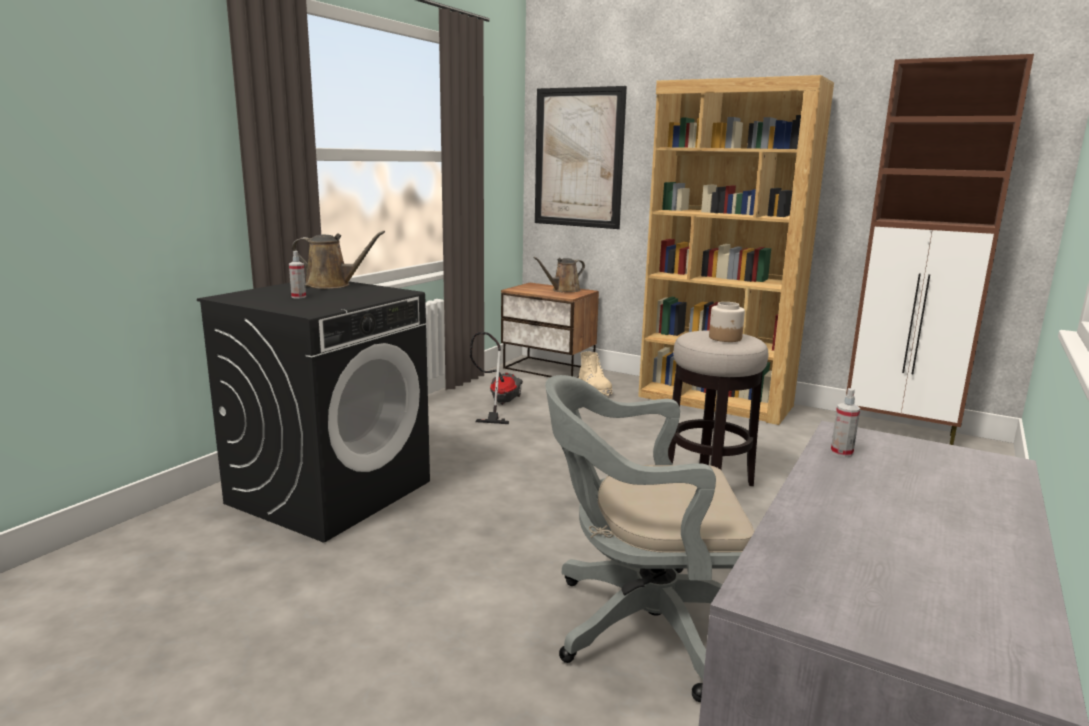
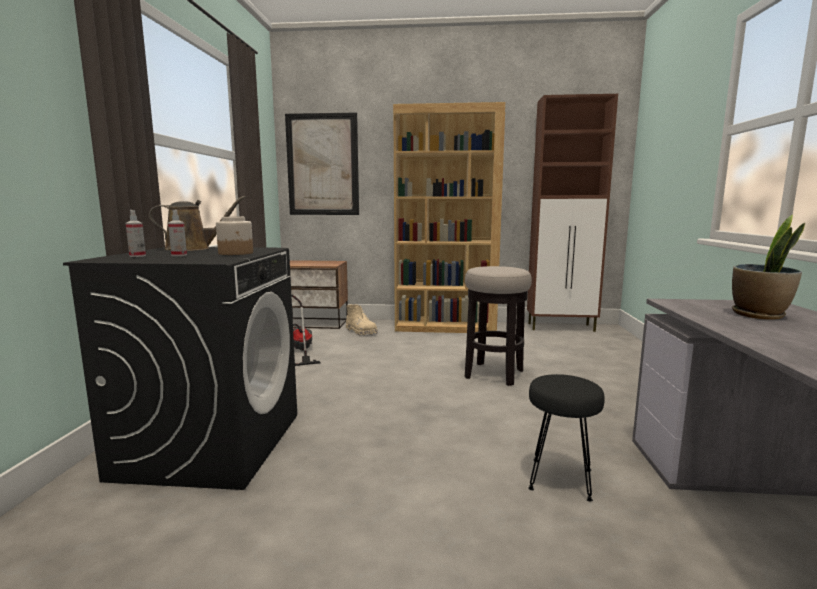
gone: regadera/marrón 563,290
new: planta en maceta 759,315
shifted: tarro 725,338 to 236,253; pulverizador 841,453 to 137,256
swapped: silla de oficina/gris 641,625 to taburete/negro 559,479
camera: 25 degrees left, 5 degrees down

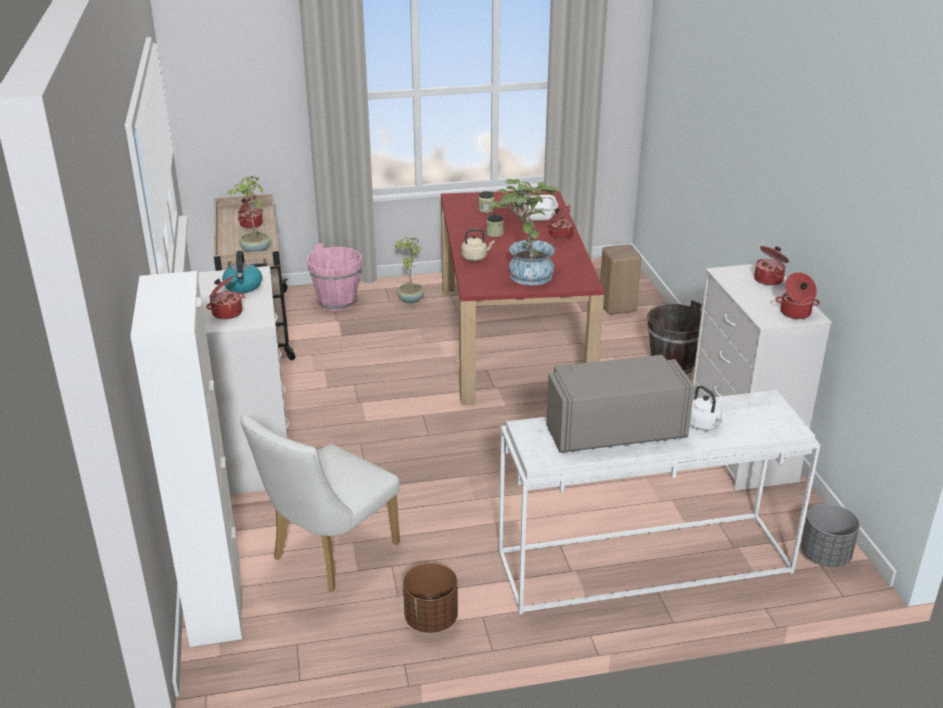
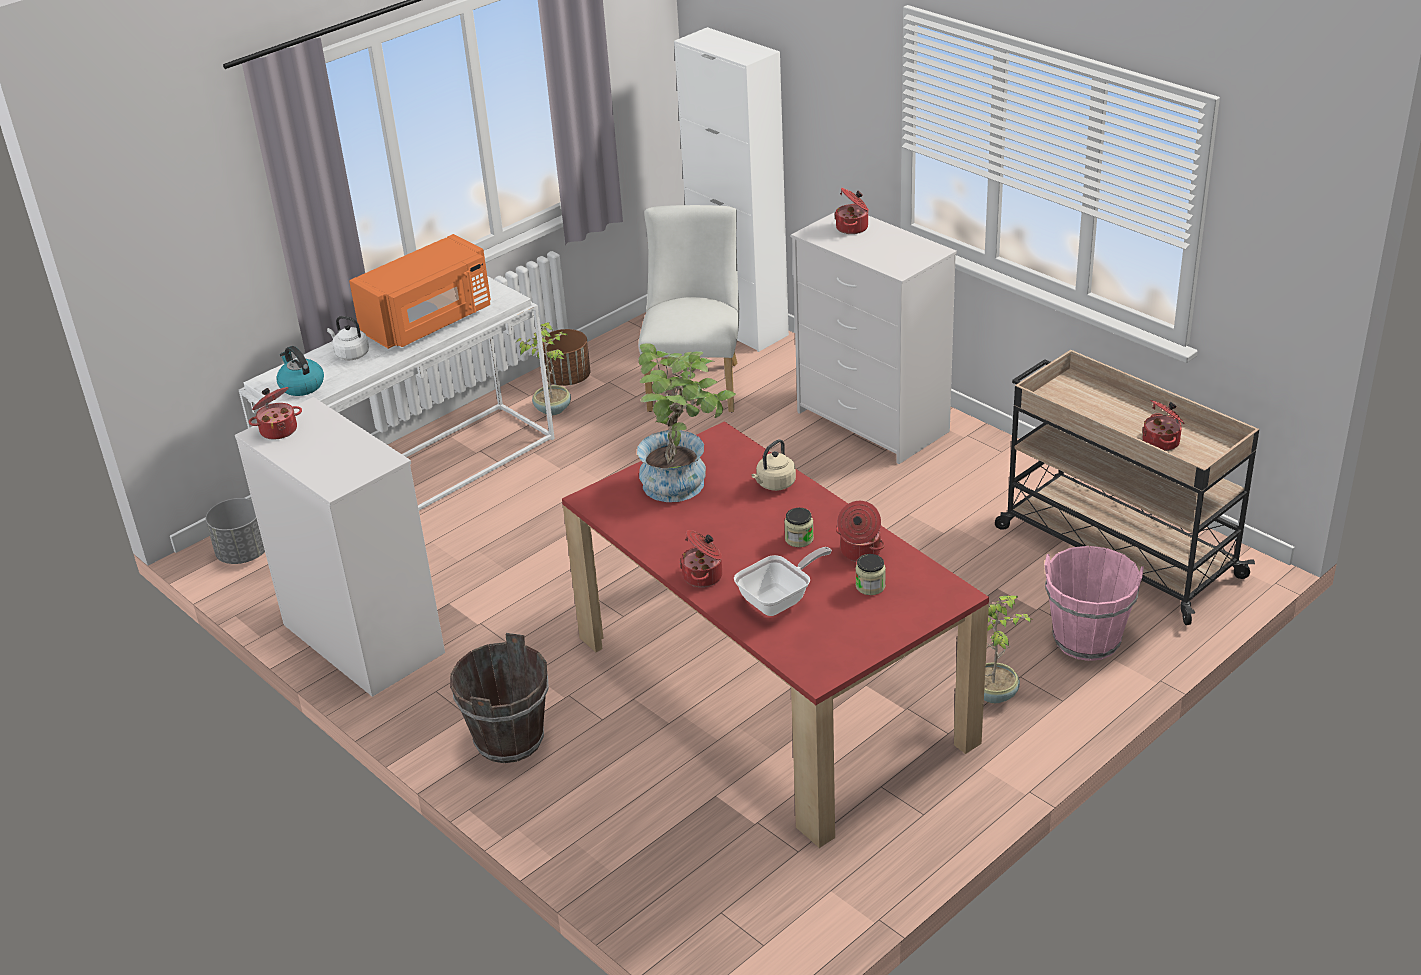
gone: taburete/beis 618,307
shifted: hervidor 243,286 to 301,386; planta en maceta 255,250 to 553,408; olla 769,279 to 859,552
repainted: microondas/gris 613,431 to microondas/naranja 430,322
camera: 150 degrees right, 5 degrees up

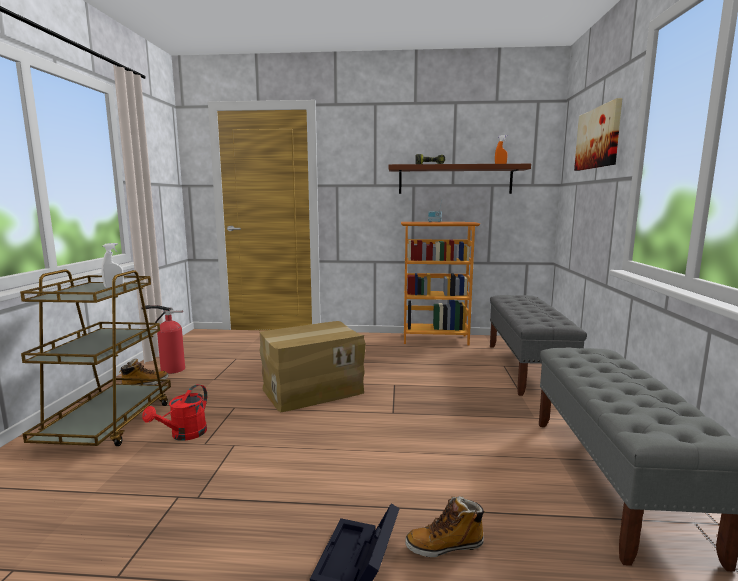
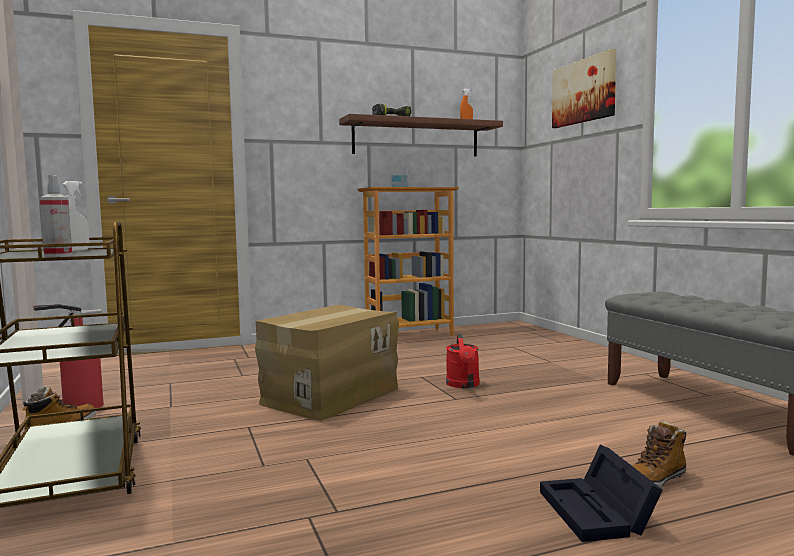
gone: banco/gris 527,368
new: pulverizador 58,255
shifted: regadera/rojo 184,435 to 463,385
camera: 25 degrees left, 5 degrees down

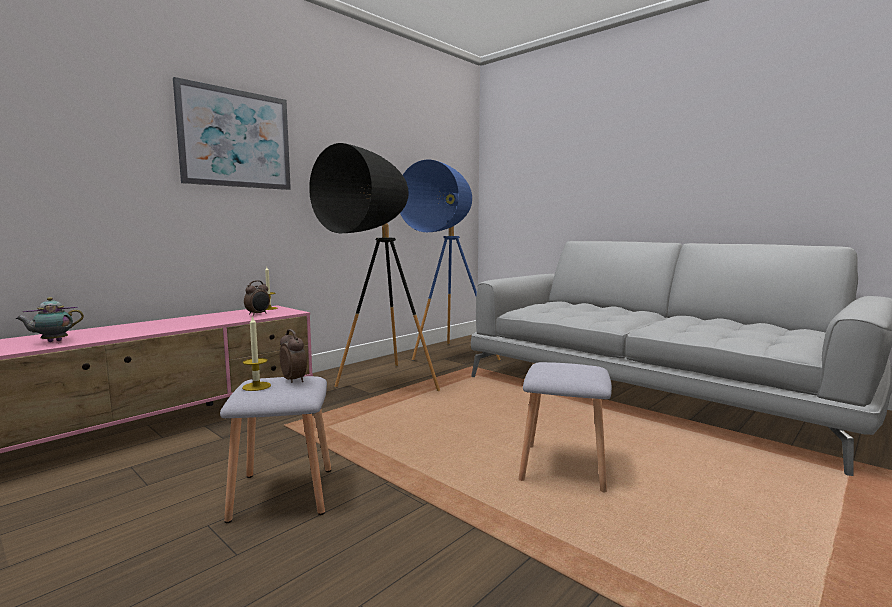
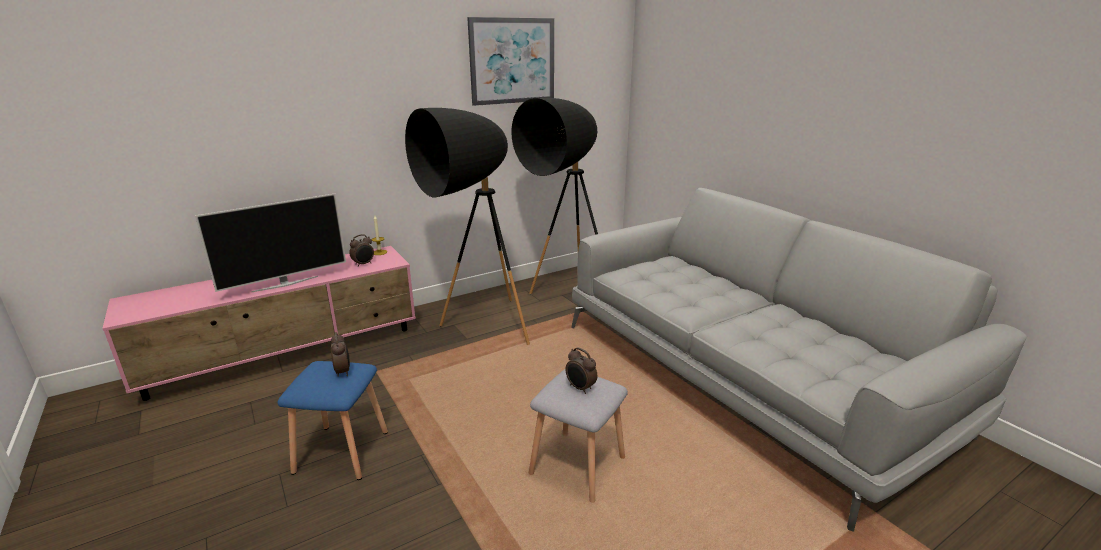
gone: tetera 52,341; vela 256,386
new: televisor 285,283; despertador 580,388
shifted: cuadro 236,139 to 512,61
repainted: taburete/gris 282,492 to taburete/azul 341,450; lámpara de pie/azul 444,358 to lámpara de pie/negro 563,294
camera: 15 degrees right, 15 degrees up

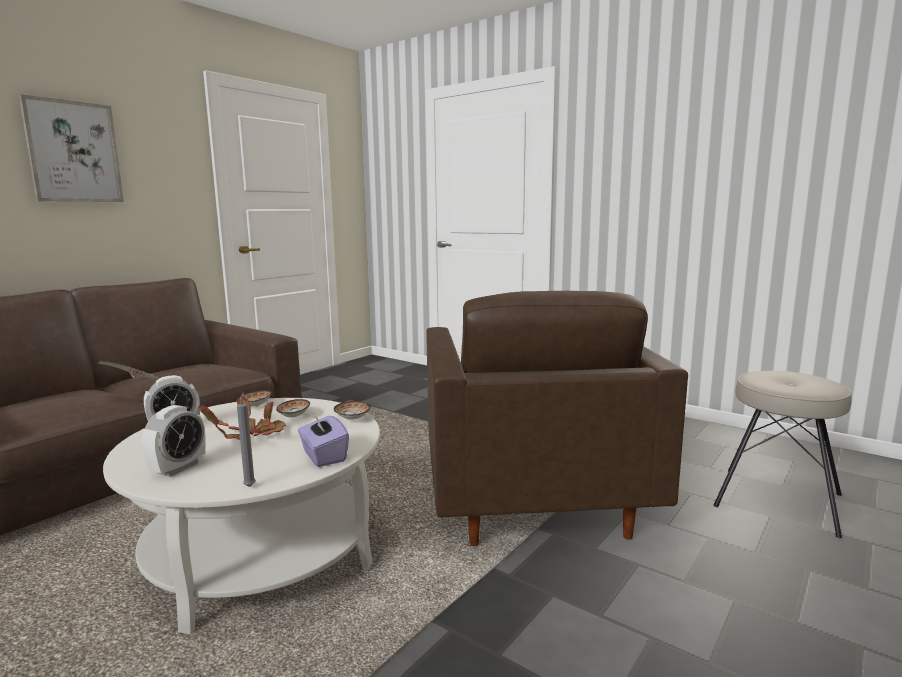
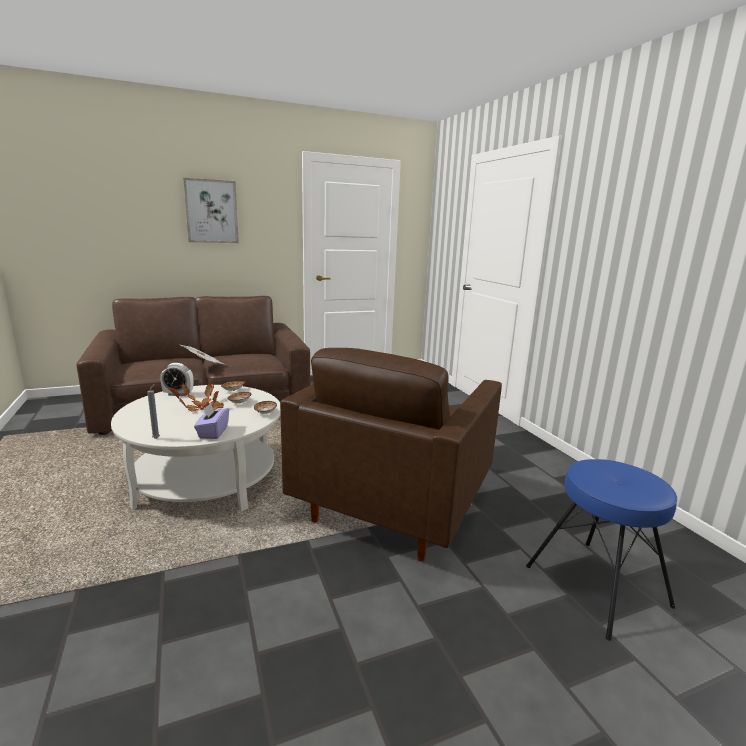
gone: despertador 178,468
repainted: taburete/beis 778,499 to taburete/azul 597,585
camera: 30 degrees right, 5 degrees up

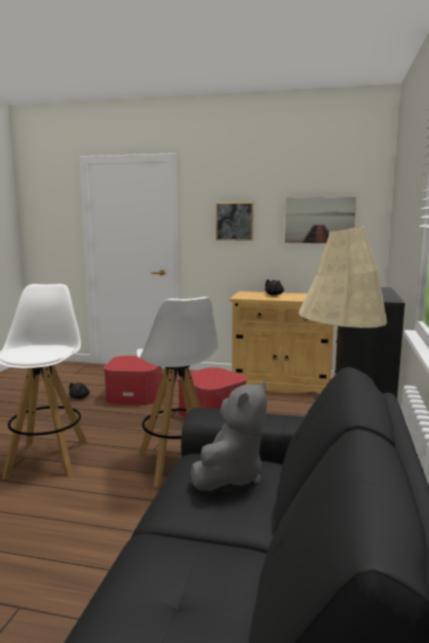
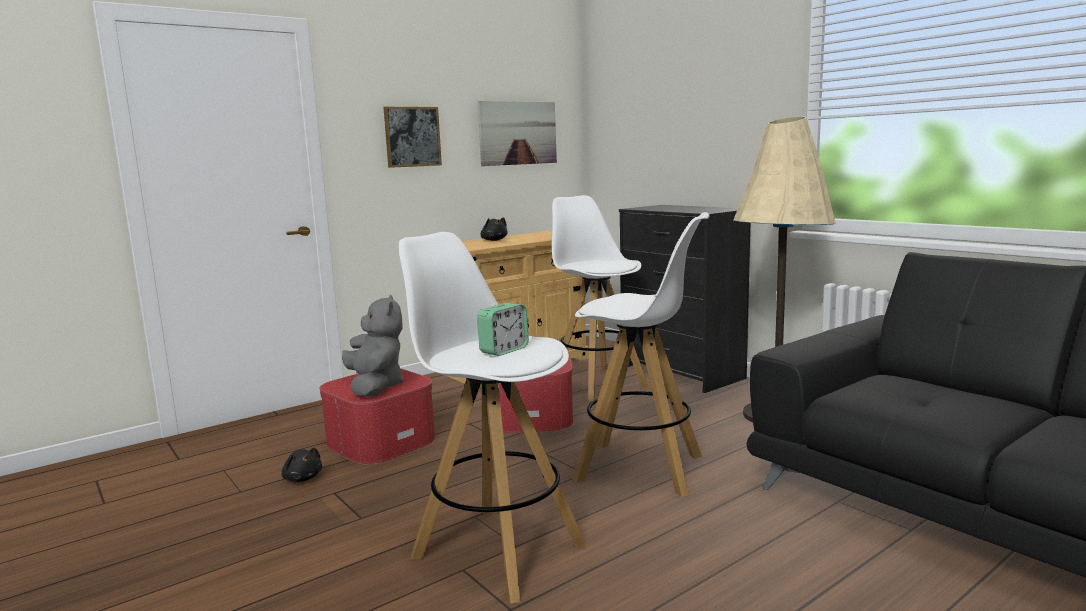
new: despertador 504,350; taburete/blanco 597,383
shifted: peluche/gris 230,476 to 375,387
camera: 50 degrees left, 0 degrees up

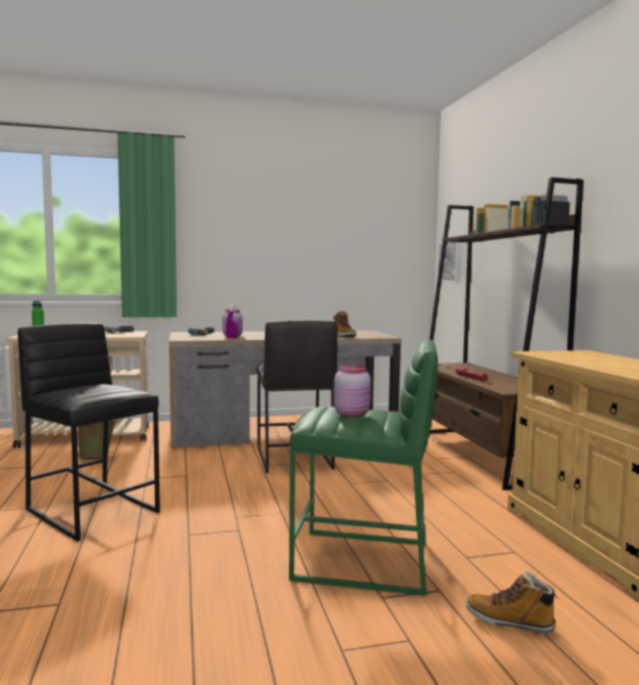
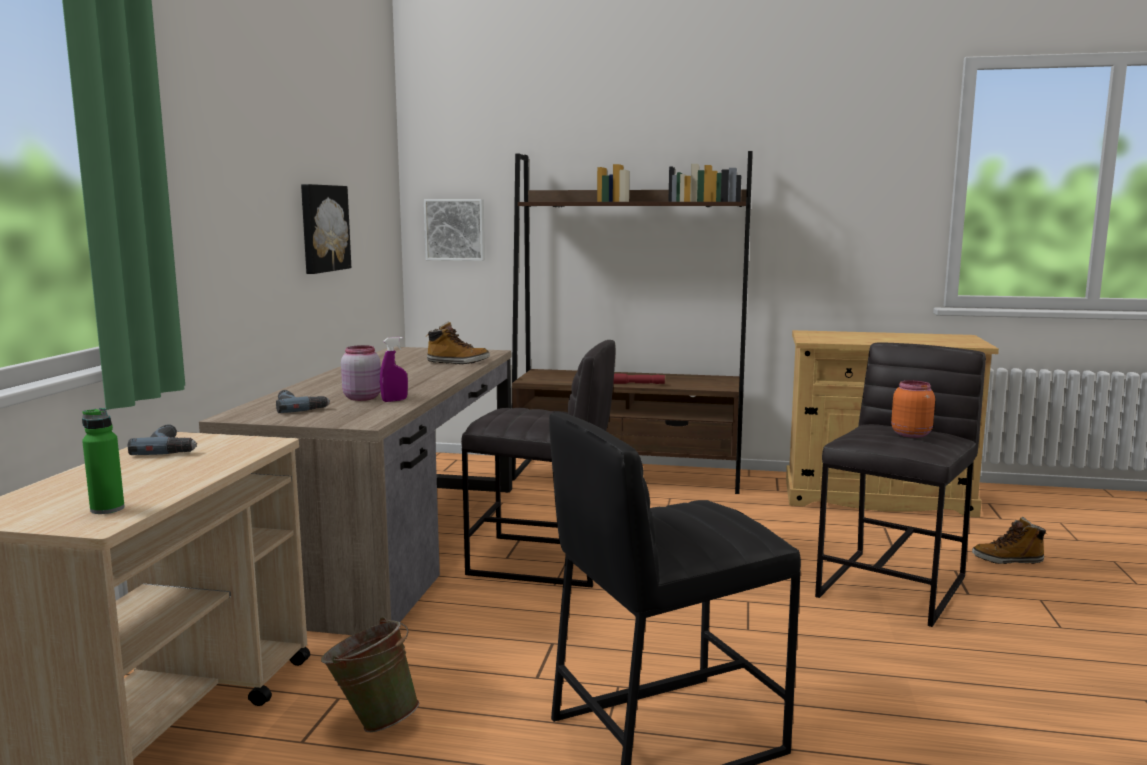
new: cuadro 323,228
repainted: taburete/verde 363,562 to taburete/gris 894,586; tarro/rosa 352,414 to tarro/naranja 910,434
rotated: bota 510,622 = 1007,560 45 degrees clockwise
camera: 65 degrees left, 5 degrees up

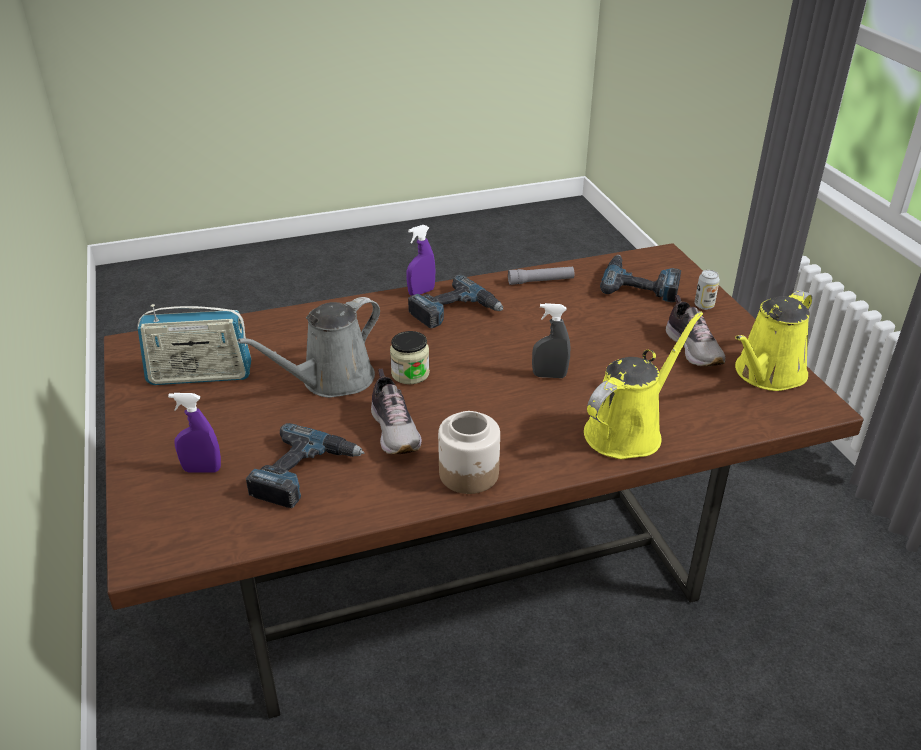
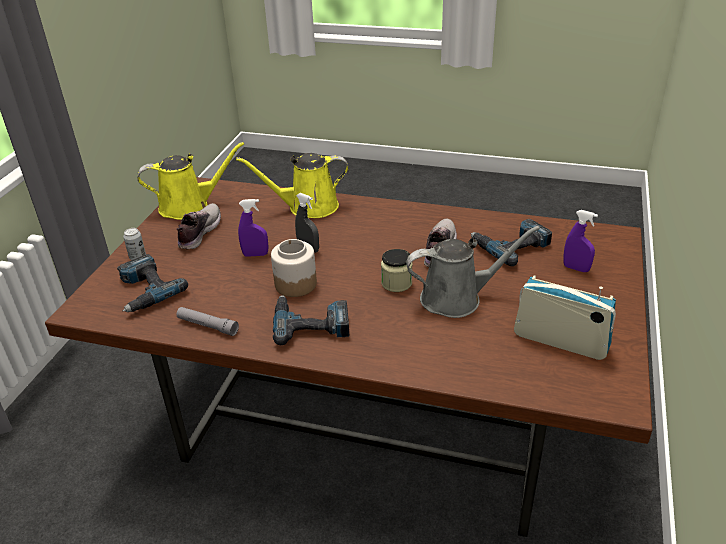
shifted: pulverizador/morado 421,292 to 255,254; tarro 469,474 to 295,284
camera: 145 degrees left, 0 degrees up

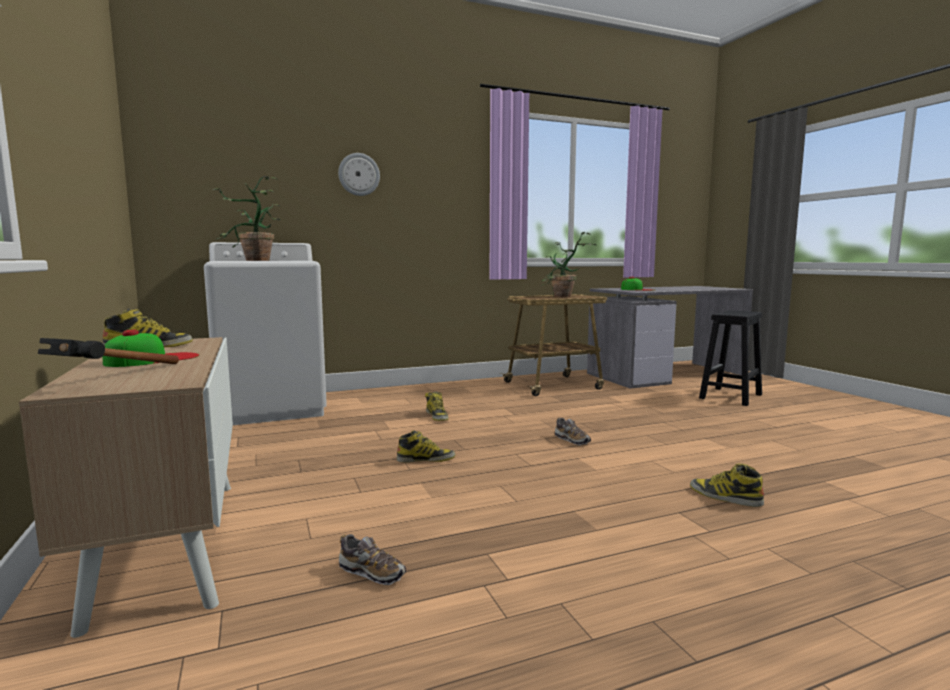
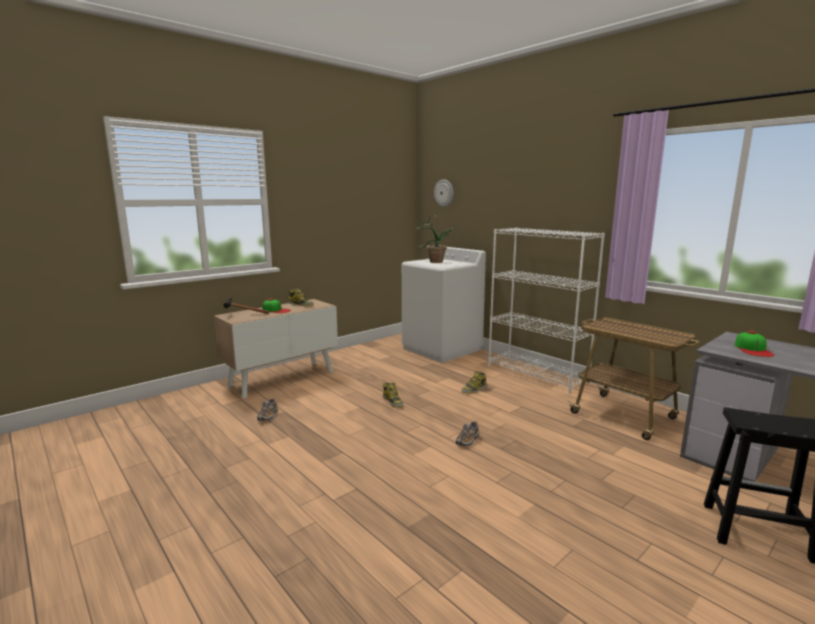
gone: planta en maceta 563,297; bota 725,497
new: estantería/blanco 537,374
shifted: reloj de pared 359,174 to 444,193
camera: 70 degrees right, 5 degrees up

